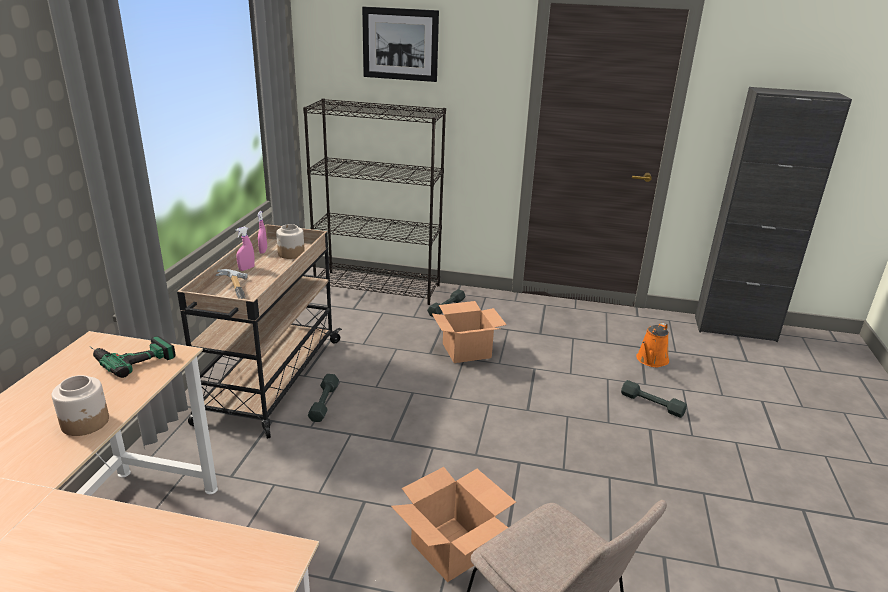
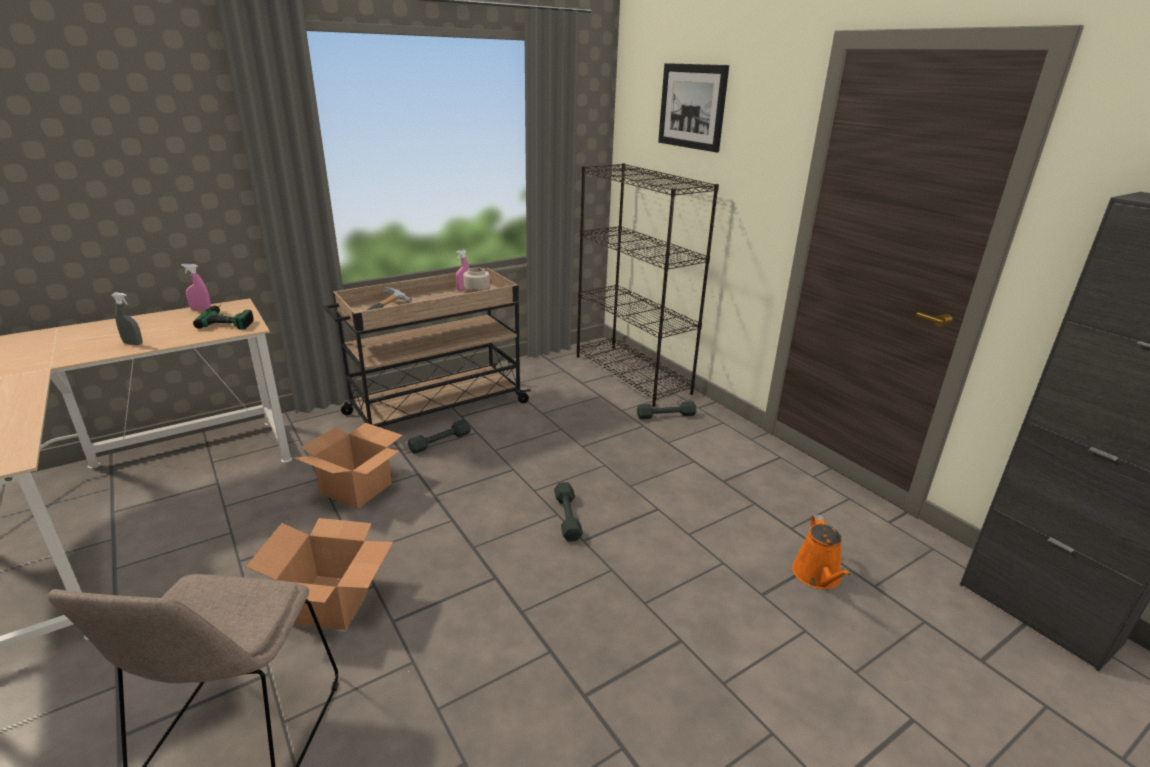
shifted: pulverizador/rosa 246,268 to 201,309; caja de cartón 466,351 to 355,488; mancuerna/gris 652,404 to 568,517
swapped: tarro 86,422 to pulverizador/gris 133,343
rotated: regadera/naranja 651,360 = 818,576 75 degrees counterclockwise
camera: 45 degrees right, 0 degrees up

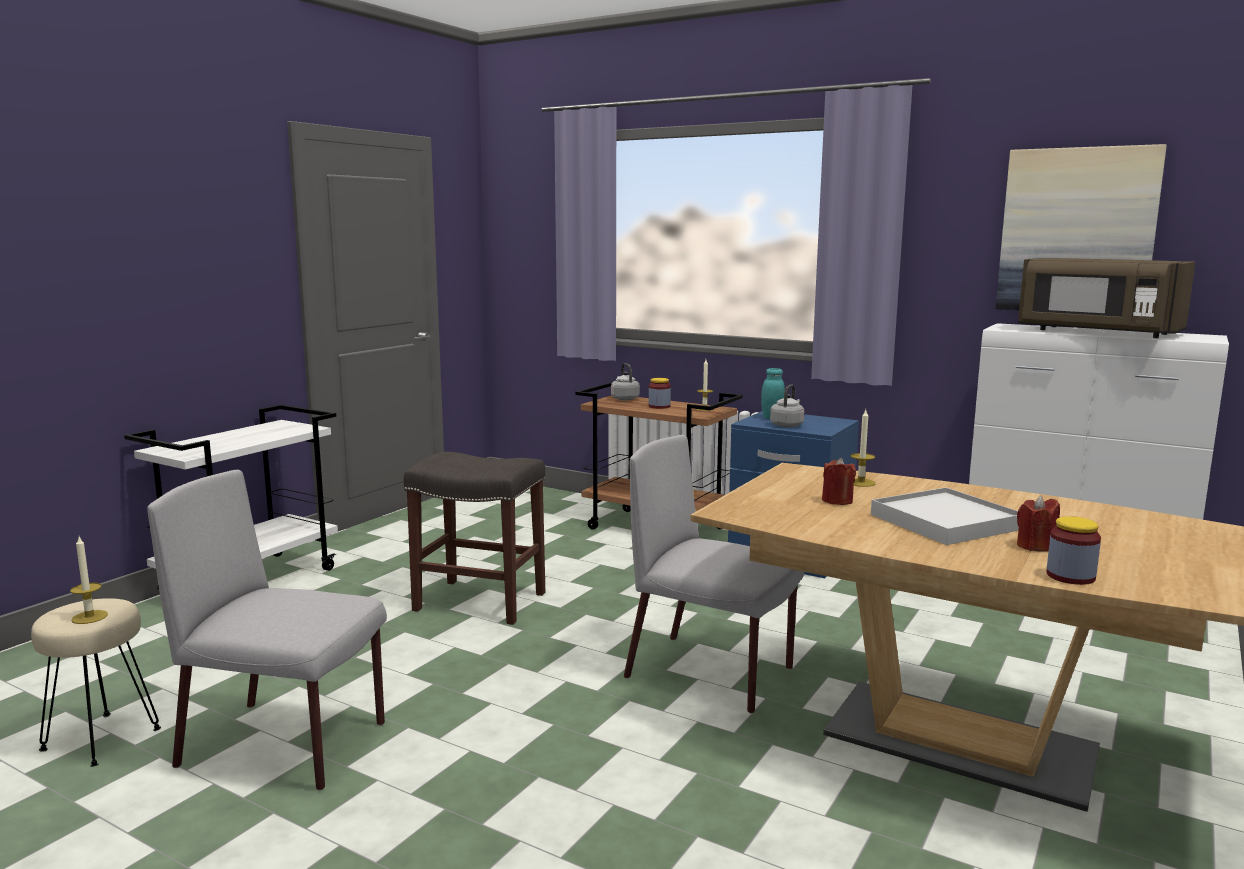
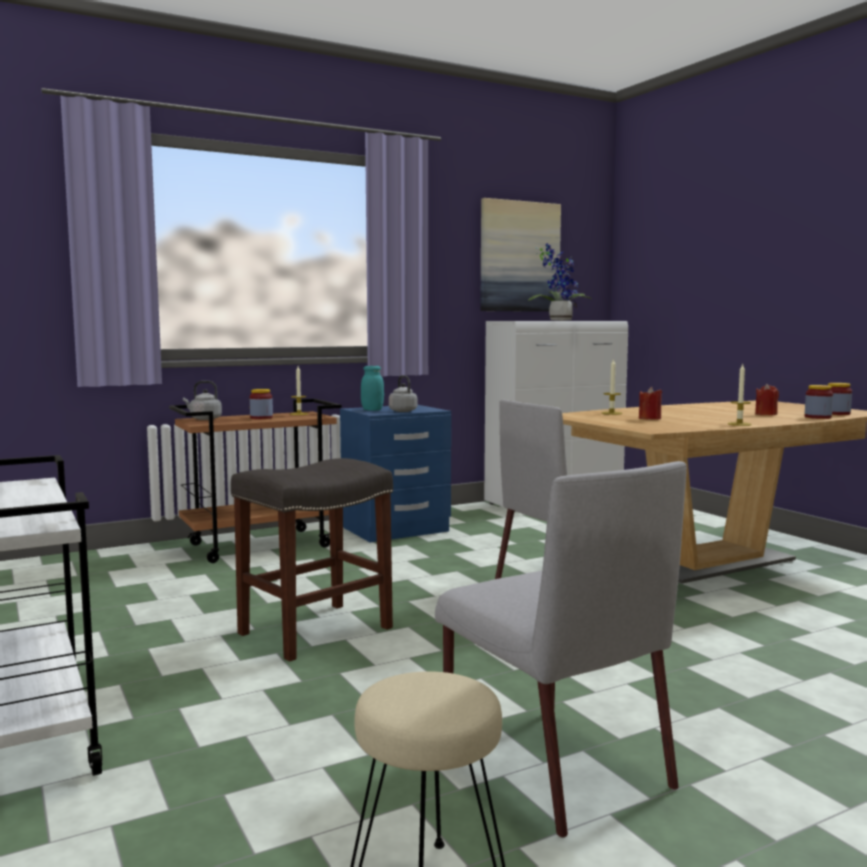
gone: bandeja/blanco 945,522
new: tarro 837,414
shifted: vela 89,617 to 739,424
swapped: microondas/marrón 1096,332 to planta en maceta 558,320
rotated: silla/gris 287,745 = 551,763 75 degrees counterclockwise
camera: 60 degrees left, 5 degrees down

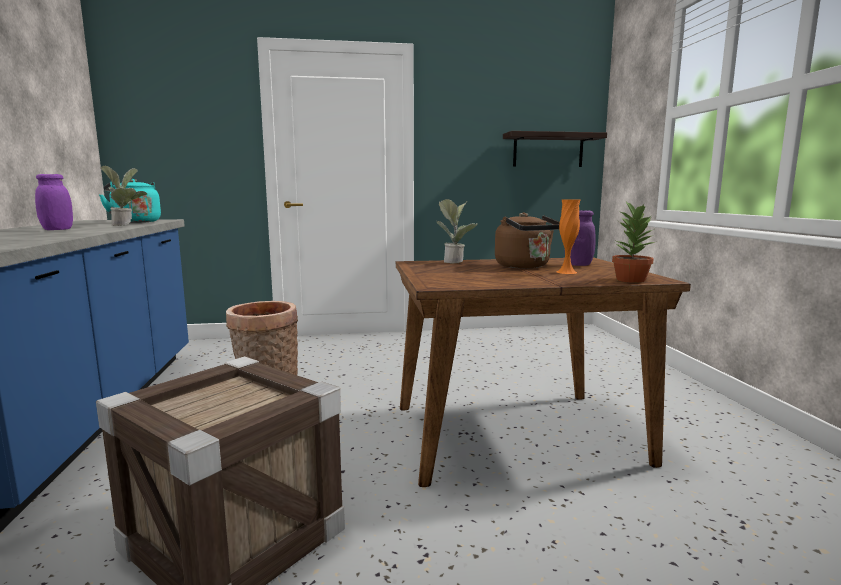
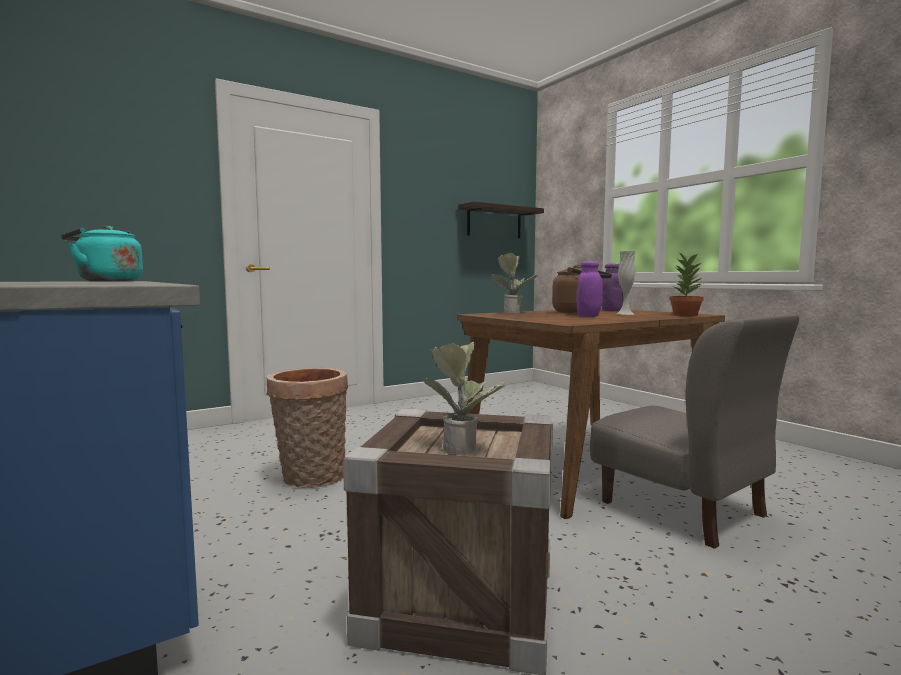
new: silla/gris 682,509
shifted: tarro/morado 57,229 to 588,316; planta en maceta 127,225 to 461,446
repainted: florero/naranja 566,272 to florero/blanco 625,314
camera: 25 degrees left, 5 degrees down

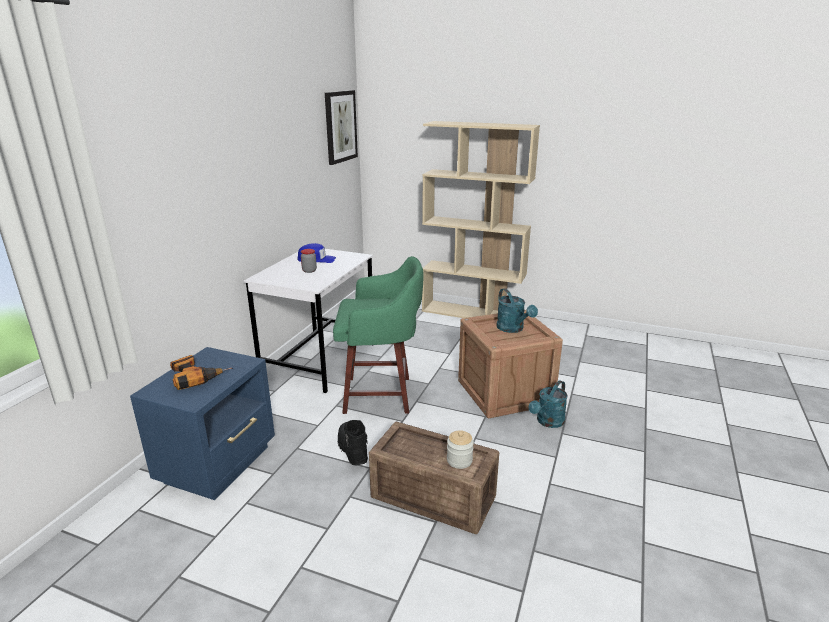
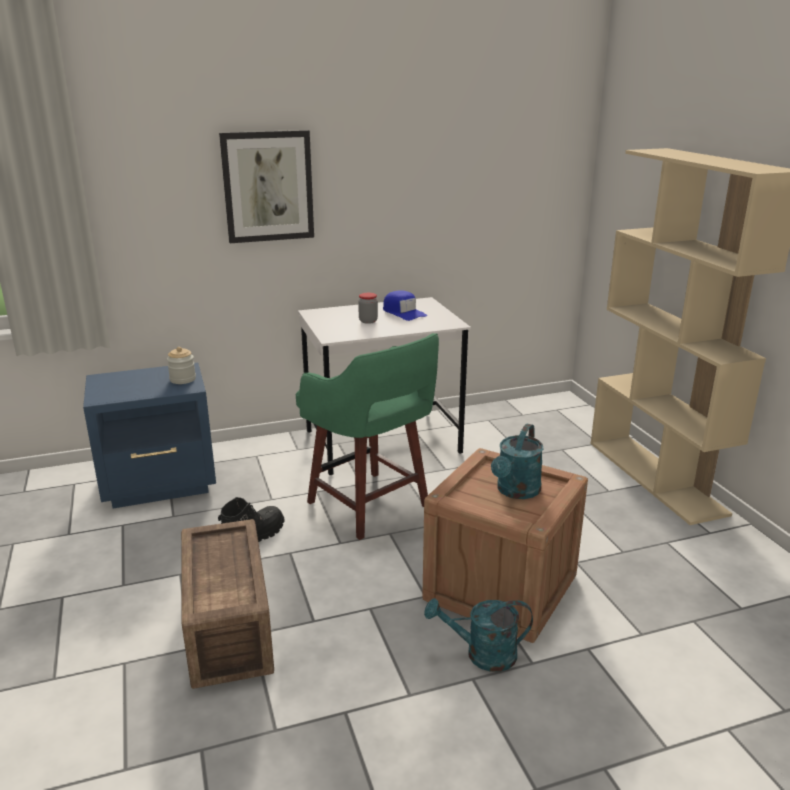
gone: taladro 196,376
shifted: cuadro 340,126 to 268,186; tarro 459,460 to 183,379
camera: 50 degrees right, 0 degrees up

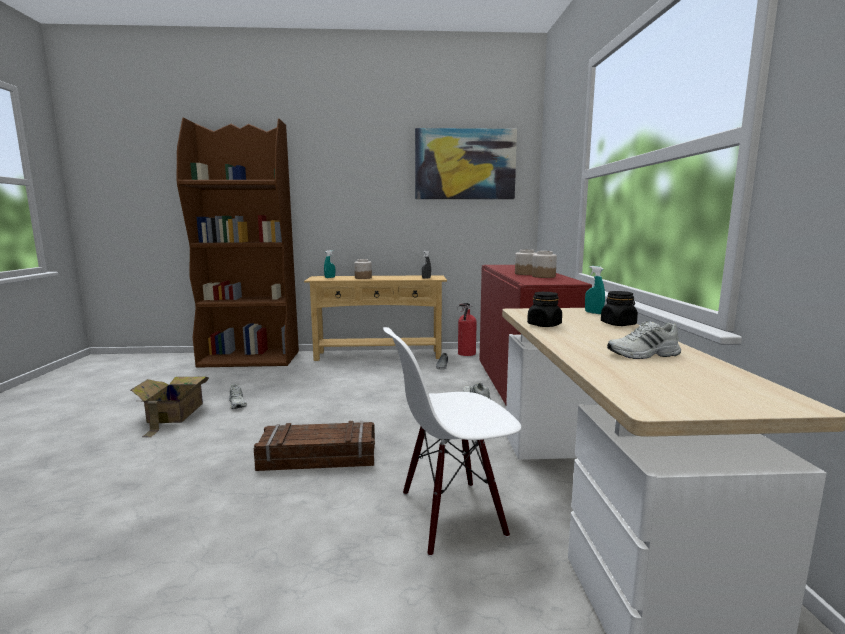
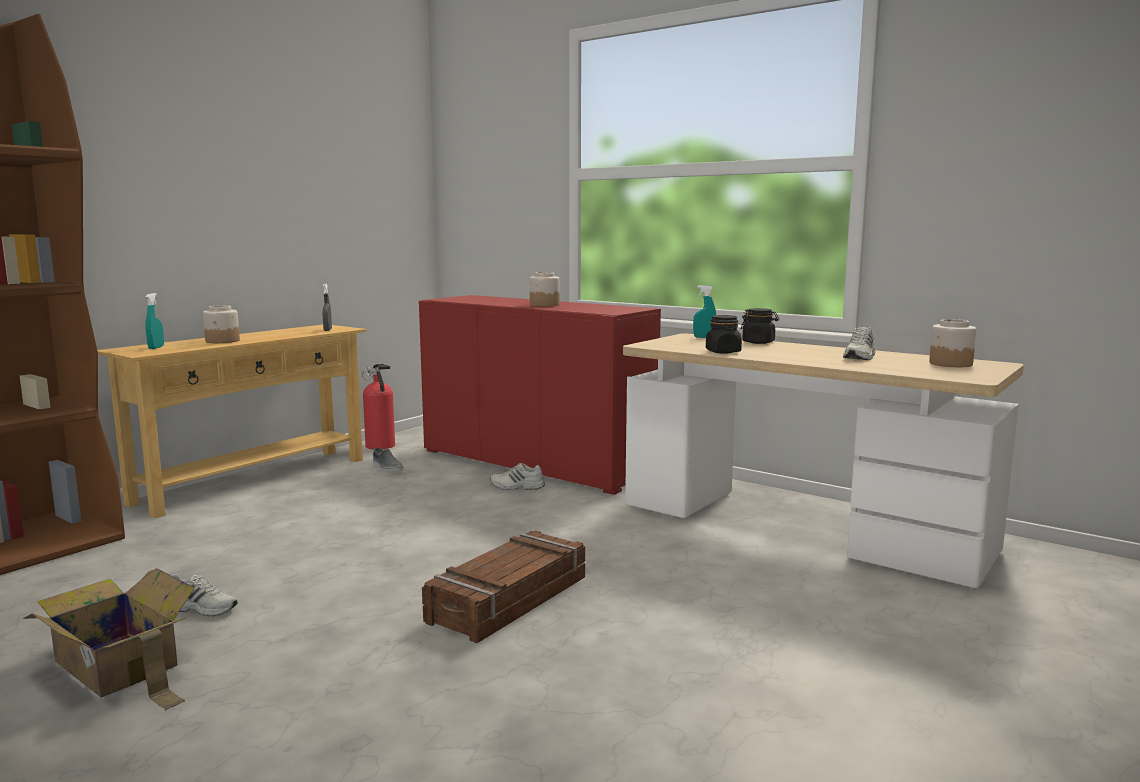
gone: silla/blanco 451,515; cuadro 465,164
shifted: tarro 543,276 to 950,364
camera: 50 degrees left, 0 degrees up

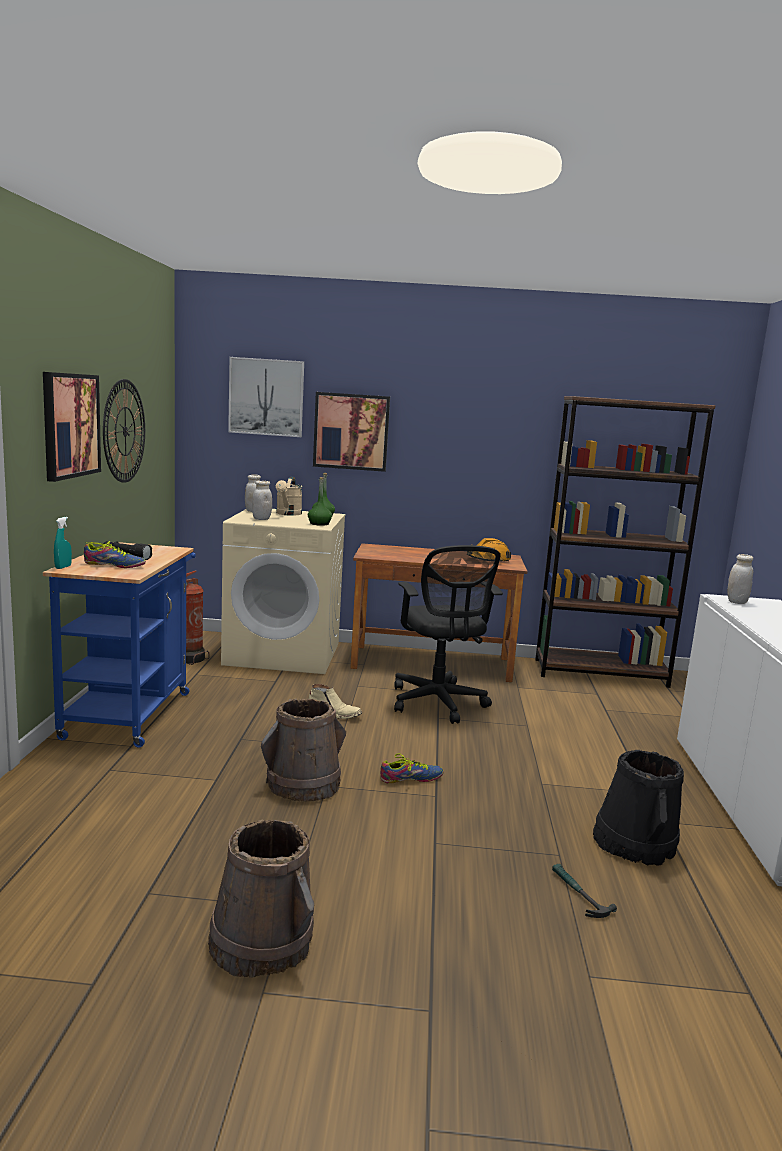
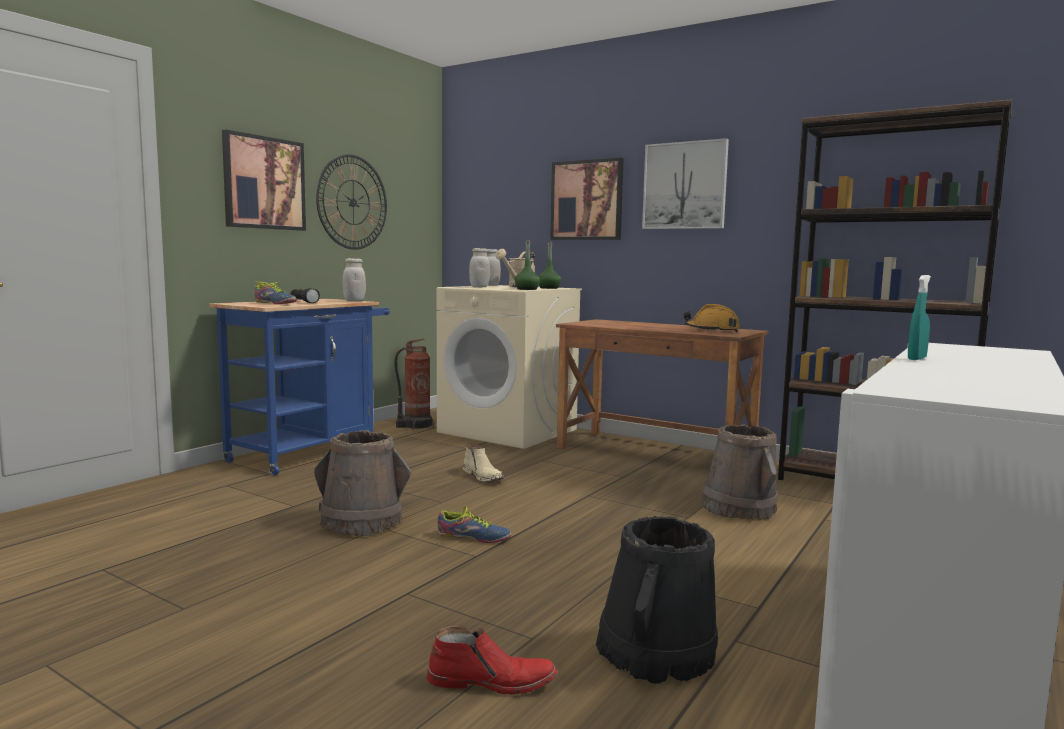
gone: silla de oficina/negro 438,704
shifted: pulverizador/turquesa 63,567 to 917,359; cubo/marrón 262,941 to 739,508; cuadro 266,397 to 684,186; tarro/blanco 736,602 to 354,301
swapped: martillo 578,894 to bota/rojo 491,681
camera: 30 degrees right, 5 degrees down

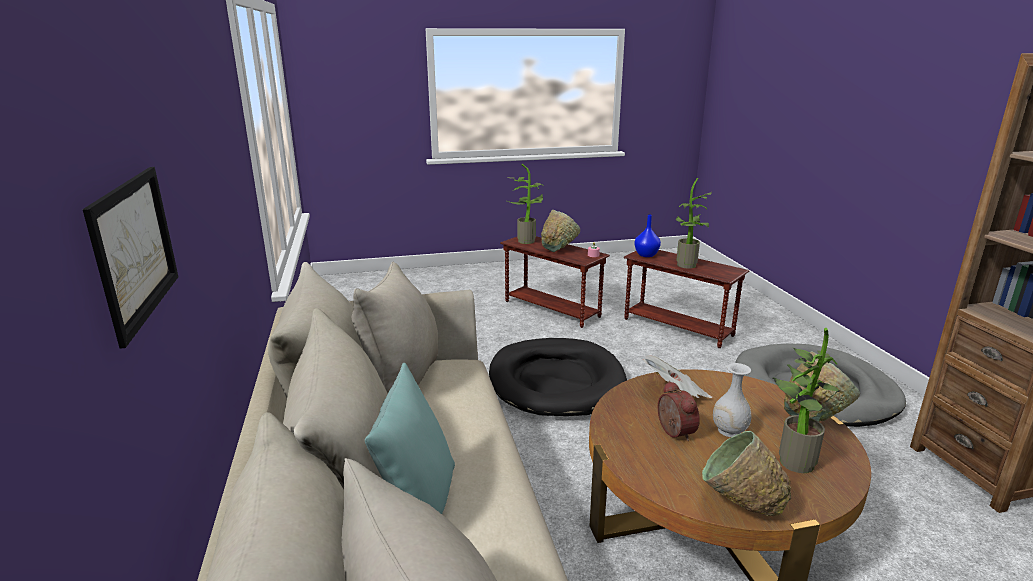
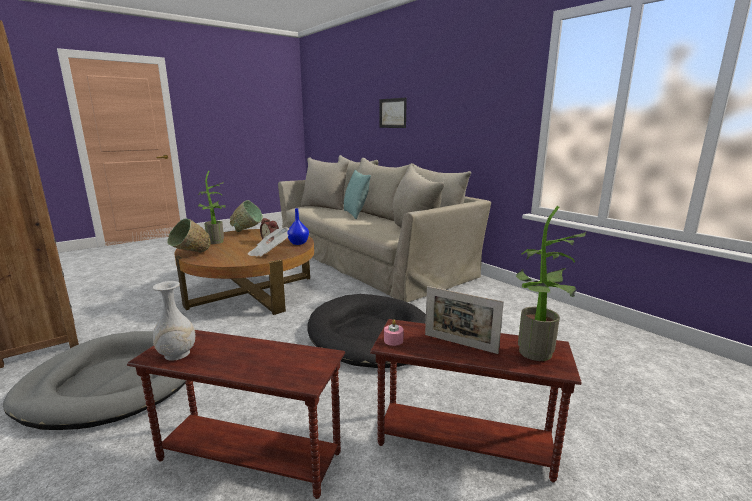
gone: planta en maceta 688,266
shifted: florero/azul 646,255 to 298,243; florero/blanco 729,430 to 177,354
swapped: cuenco/verde 558,249 to portarretratos 460,344
camera: 155 degrees right, 5 degrees down

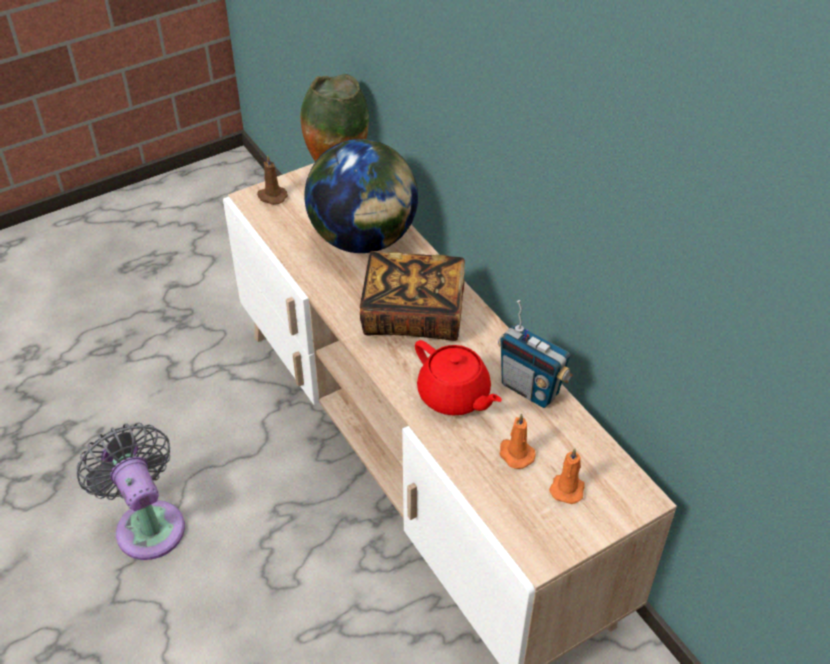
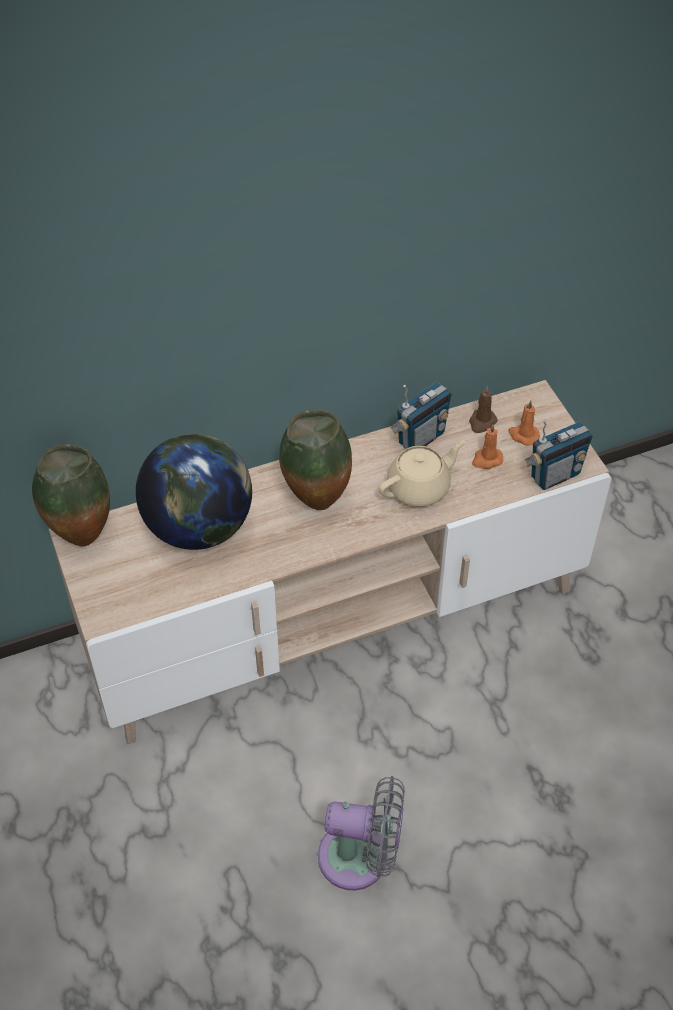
new: radio 554,475
shifted: vela/marrón 271,196 to 482,422
swapped: libro 413,314 to florero 315,502
repainted: tetera/rojo 454,396 to tetera/beis 419,488
rotated: ventilador/gris 148,524 = 361,858 150 degrees counterclockwise
camera: 80 degrees left, 5 degrees up

